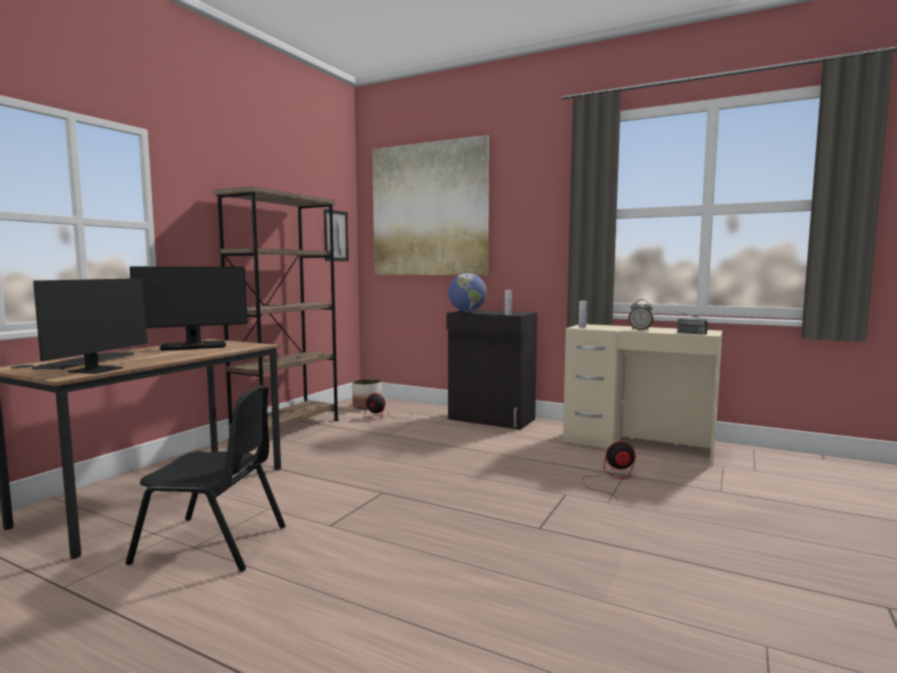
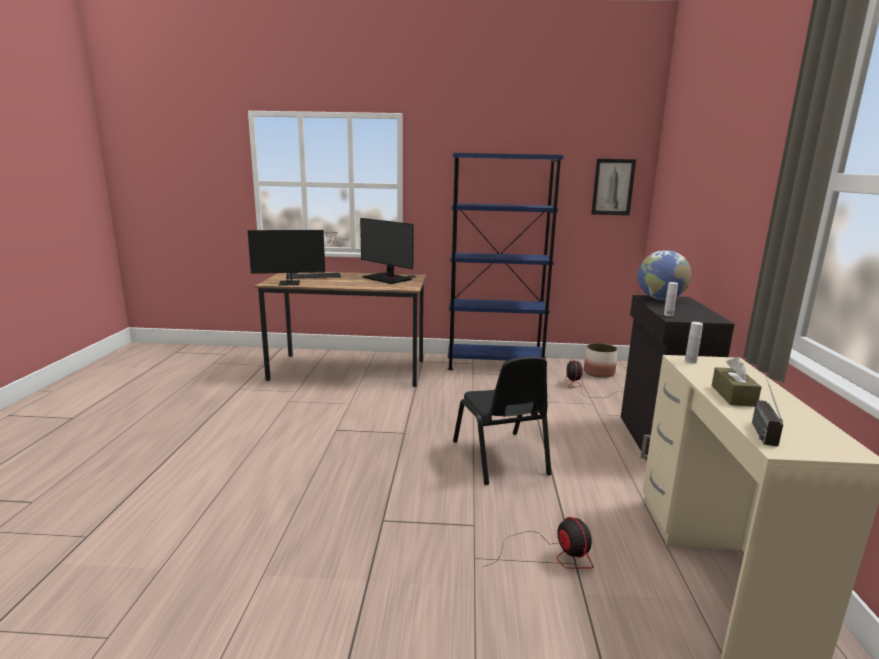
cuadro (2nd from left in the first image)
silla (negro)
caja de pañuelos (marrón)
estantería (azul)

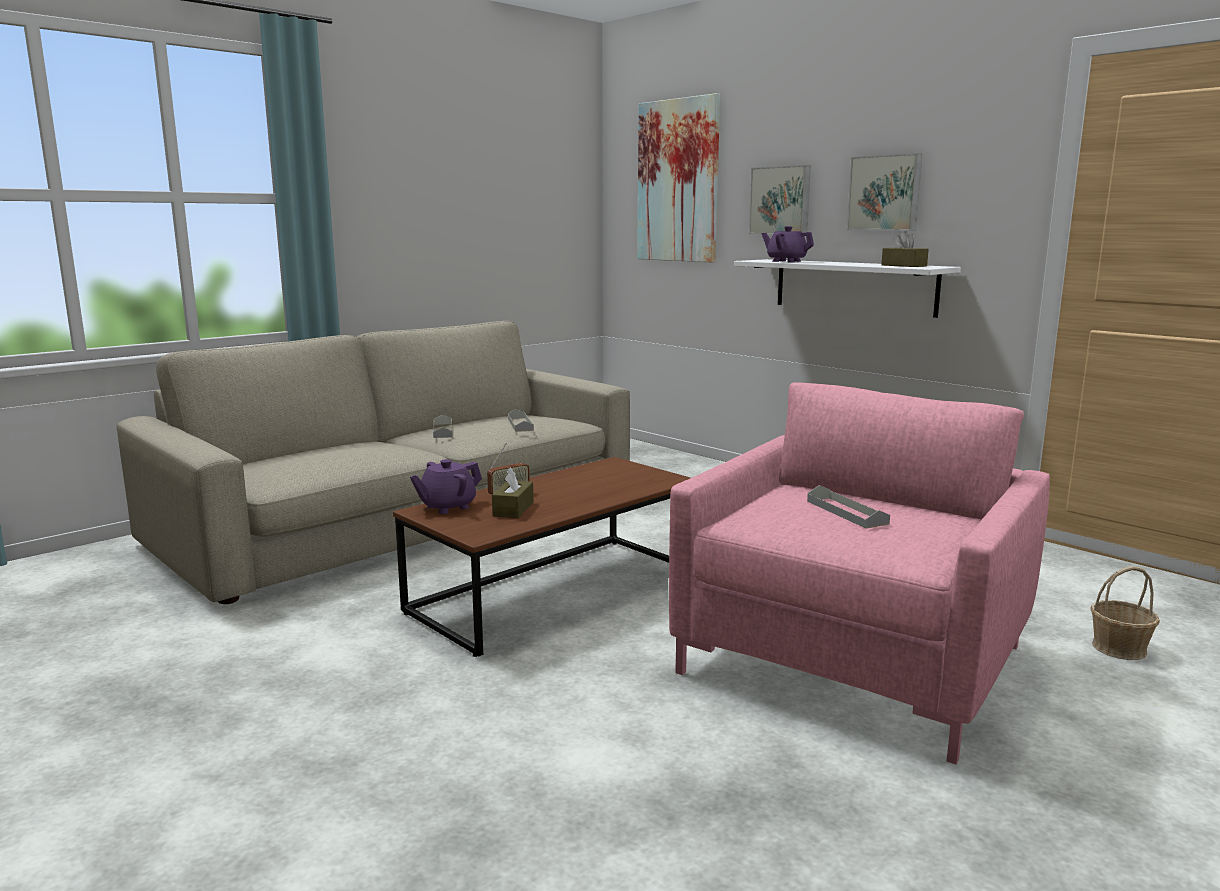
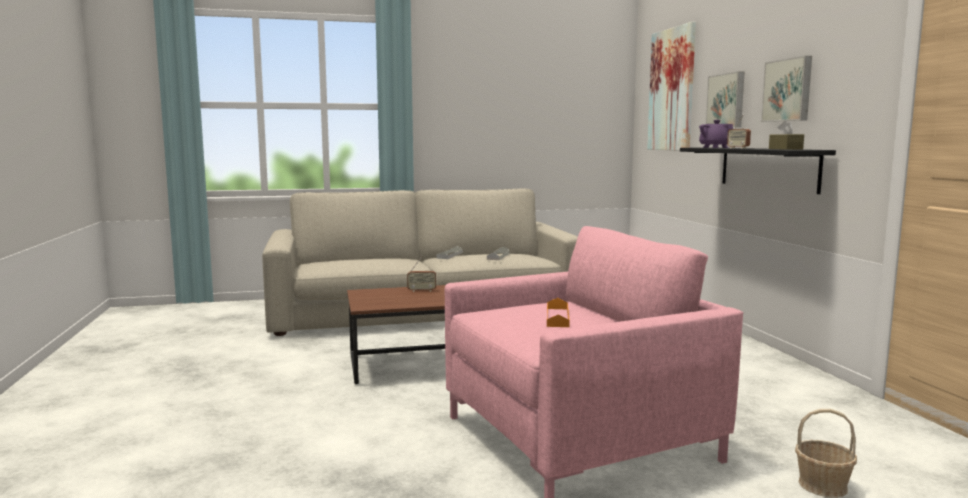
tetera (morado) (1st from left in the first image)
caja de pañuelos (marrón) (1st from left in the first image)
radio (2nd from left)
estante (negro)
bandeja (naranja)

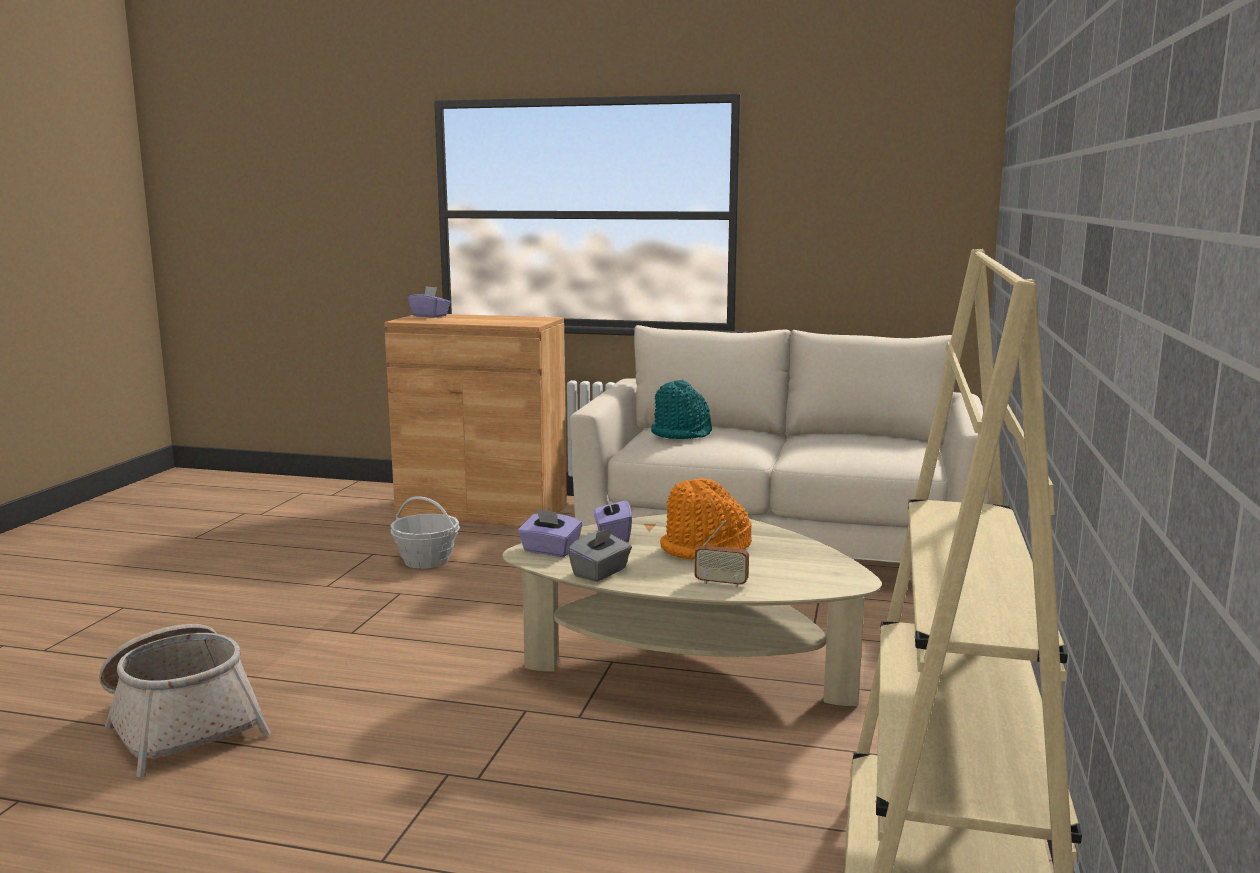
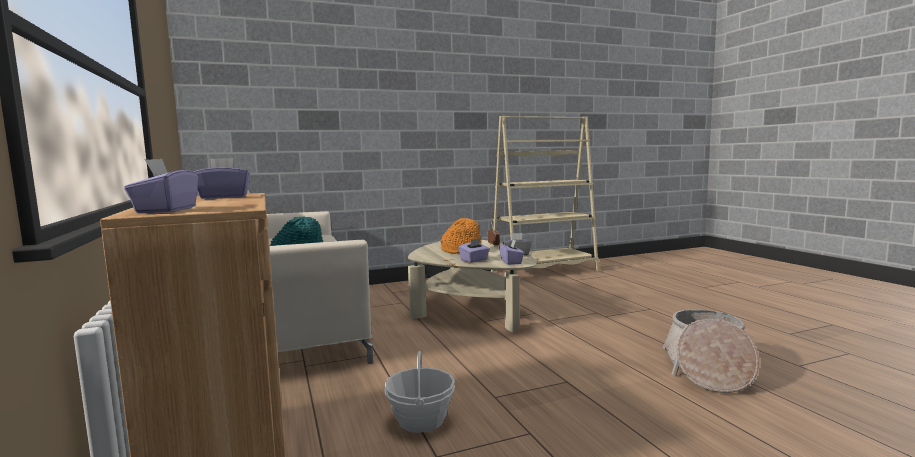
caja de pañuelos (morado) (2nd from left)

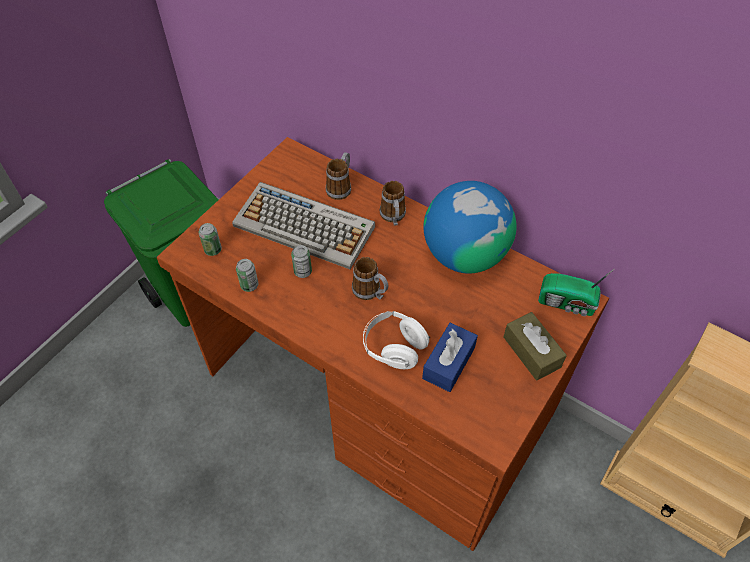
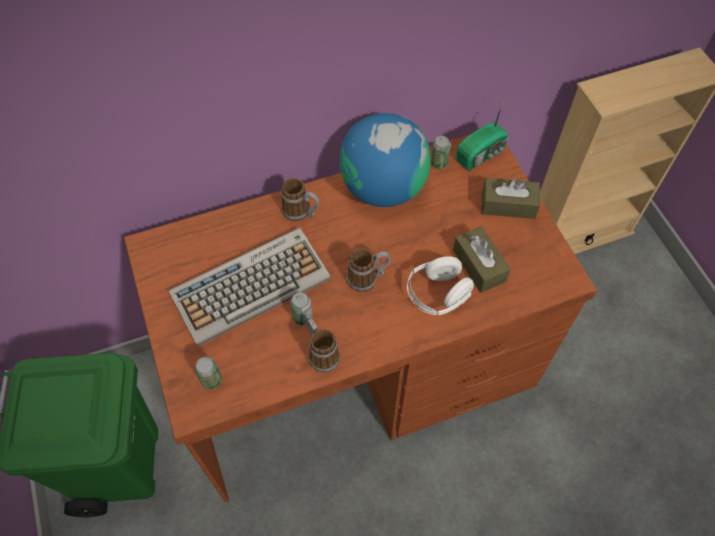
lata (3rd from left)
taza grande (2nd from left)
caja de pañuelos (marrón) (1st from left)

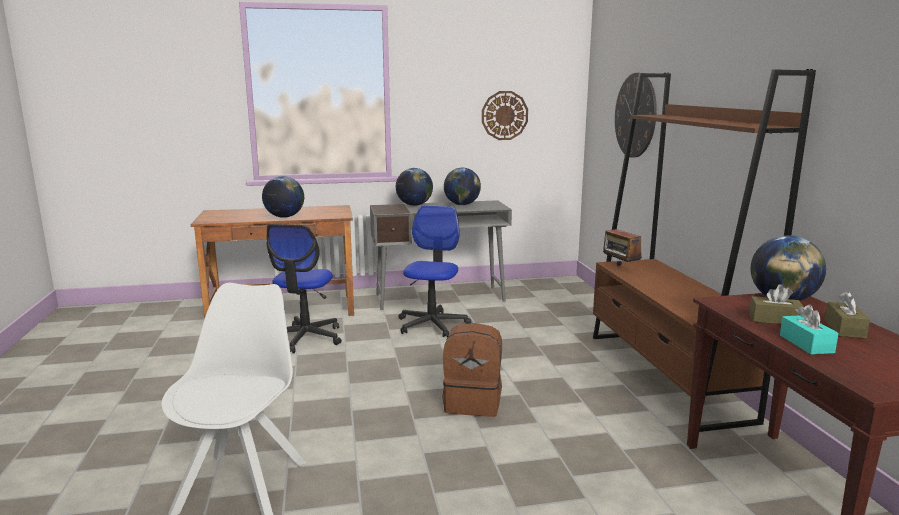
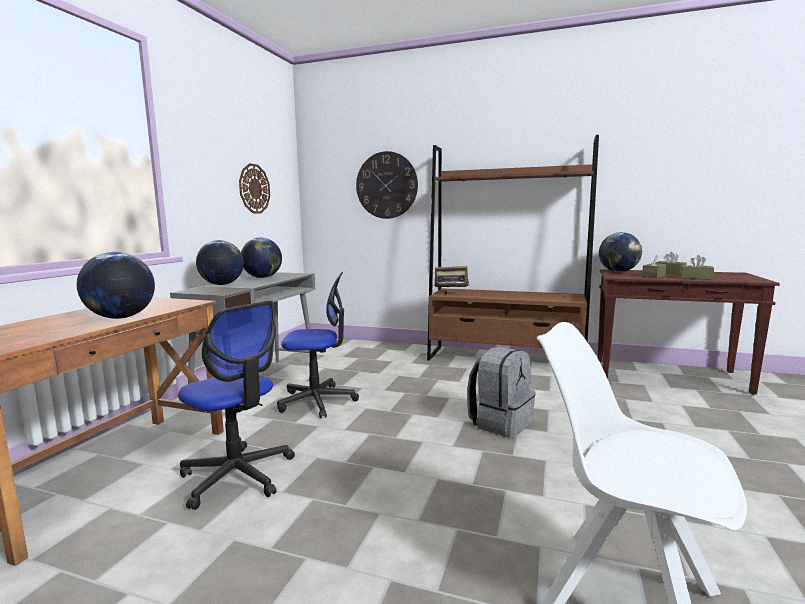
mochila (gris)
caja de pañuelos (marrón) (3rd from left)
silla de oficina (2nd from left)

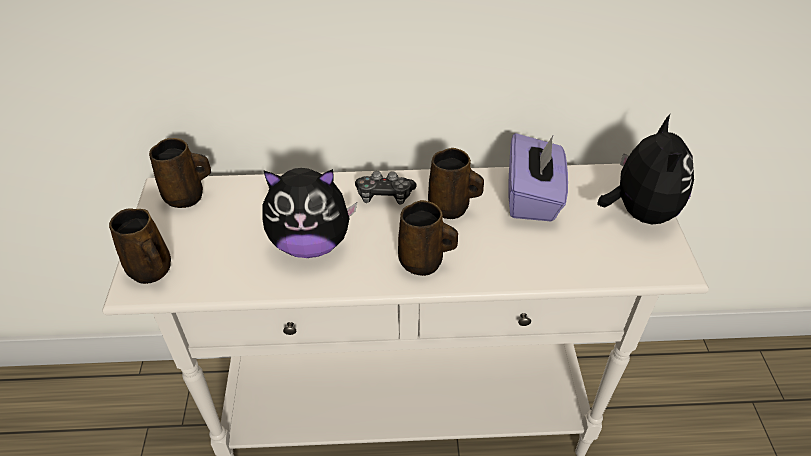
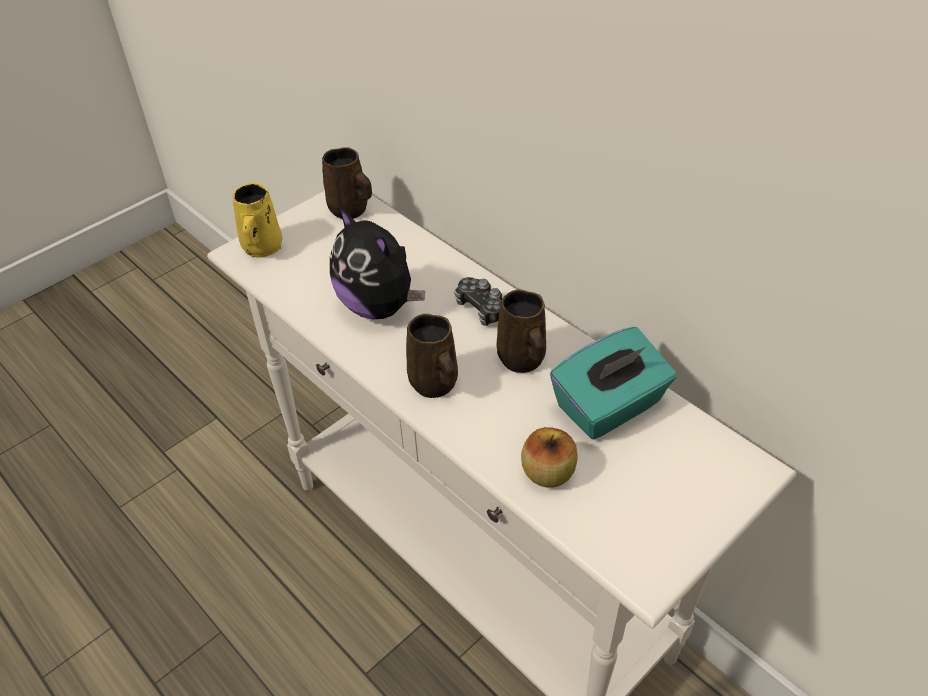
peluche (2nd from left in the first image)
manzana
taza grande (amarillo)
caja de pañuelos (turquesa)

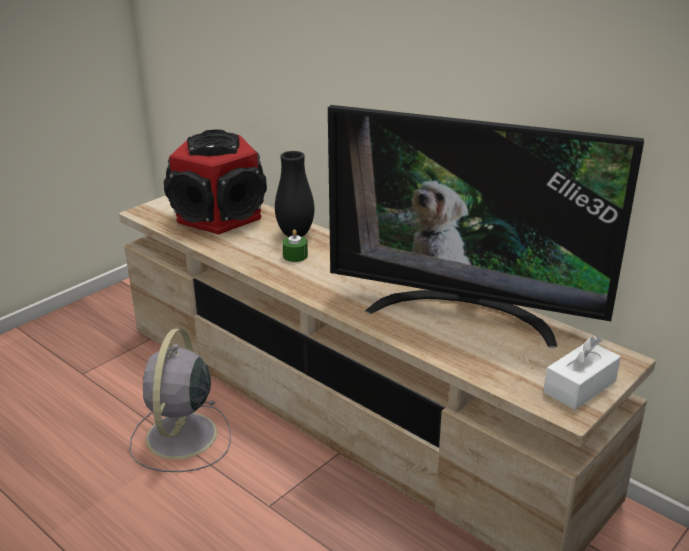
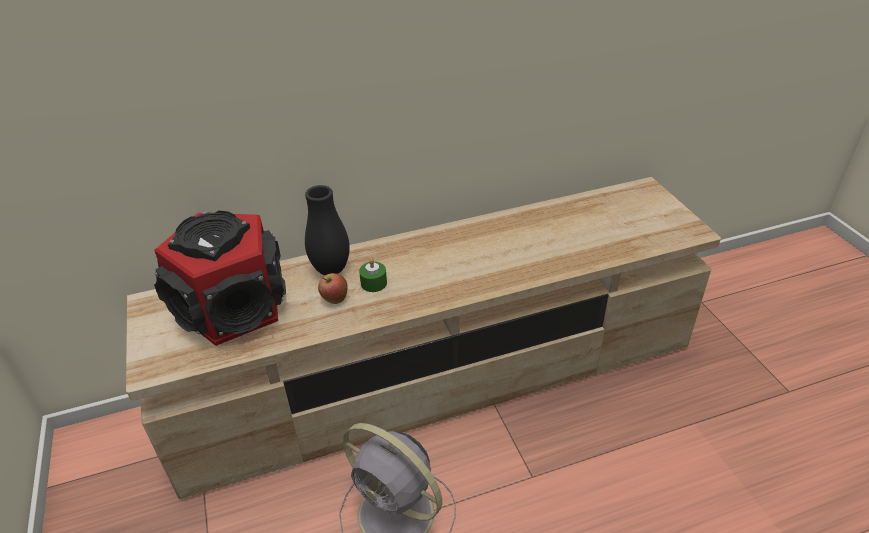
televisor
caja de pañuelos (blanco)
manzana

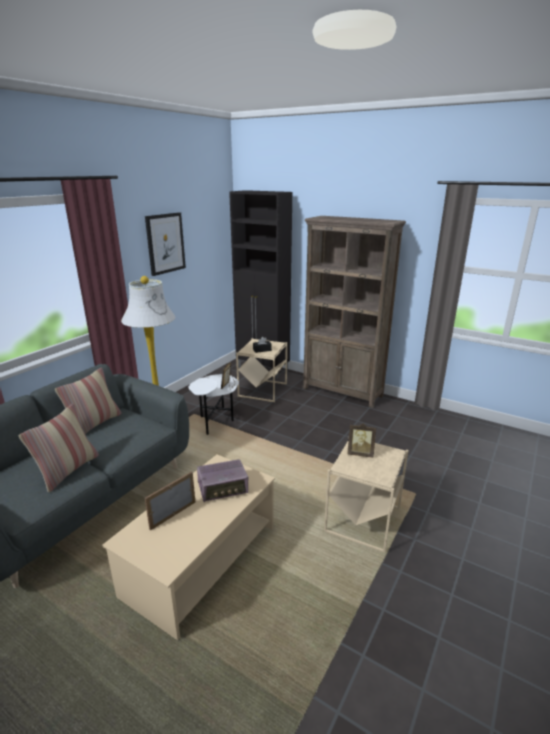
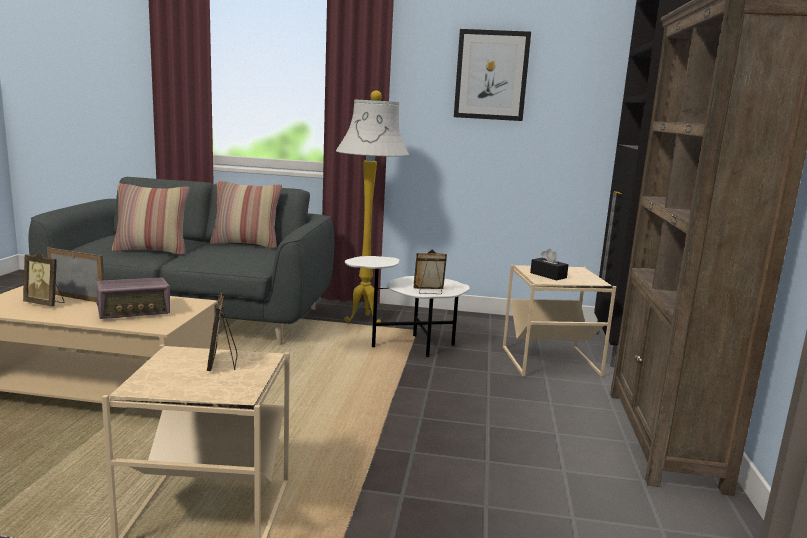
portarretratos (1st from left)
radio

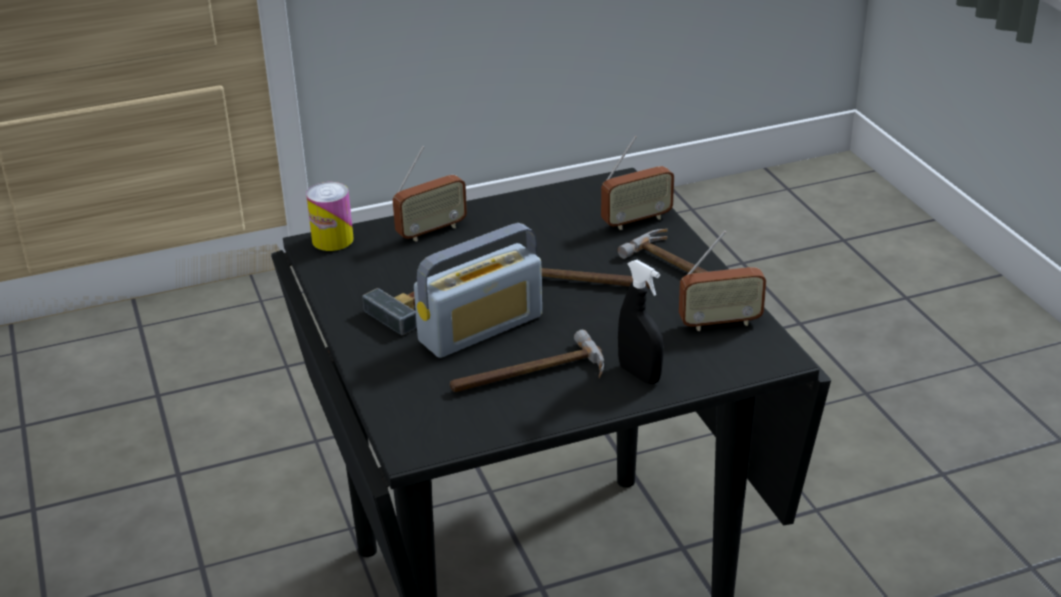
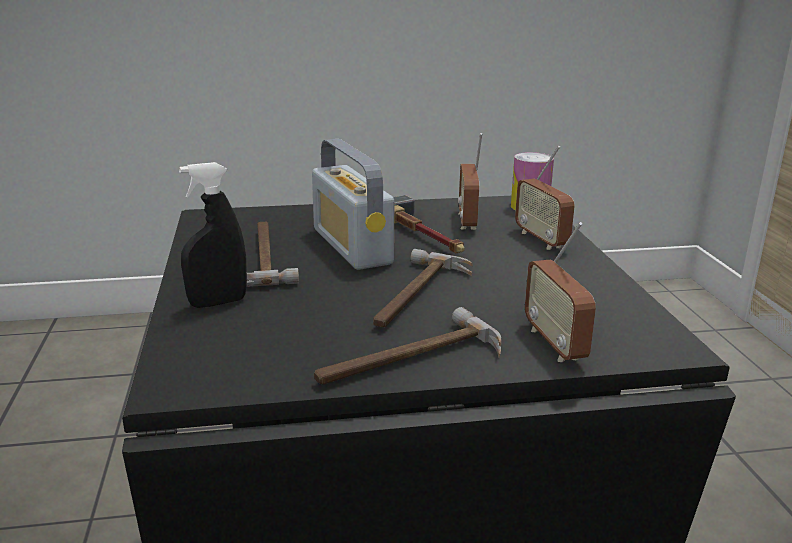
radio (2nd from left)

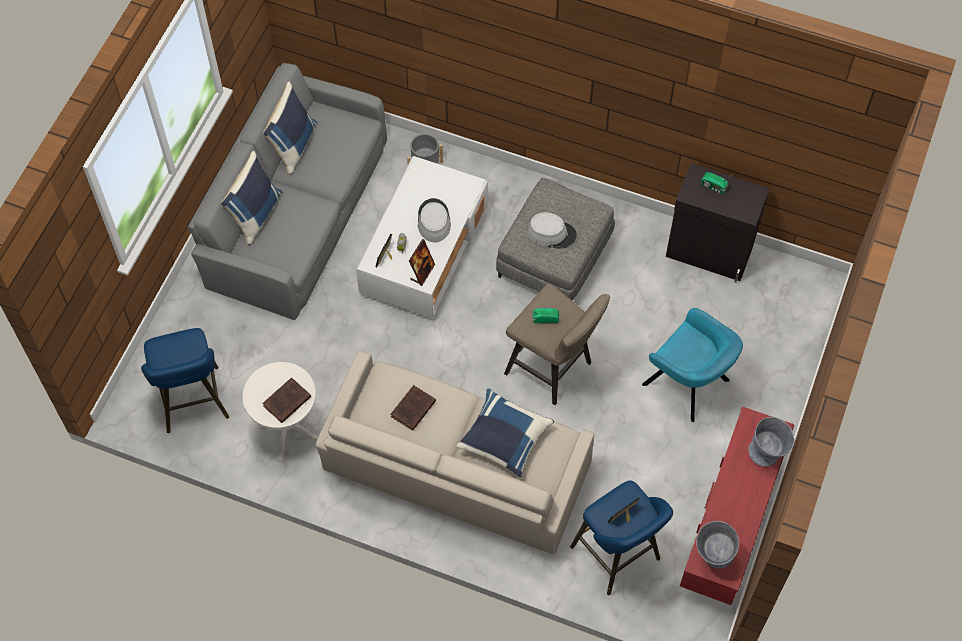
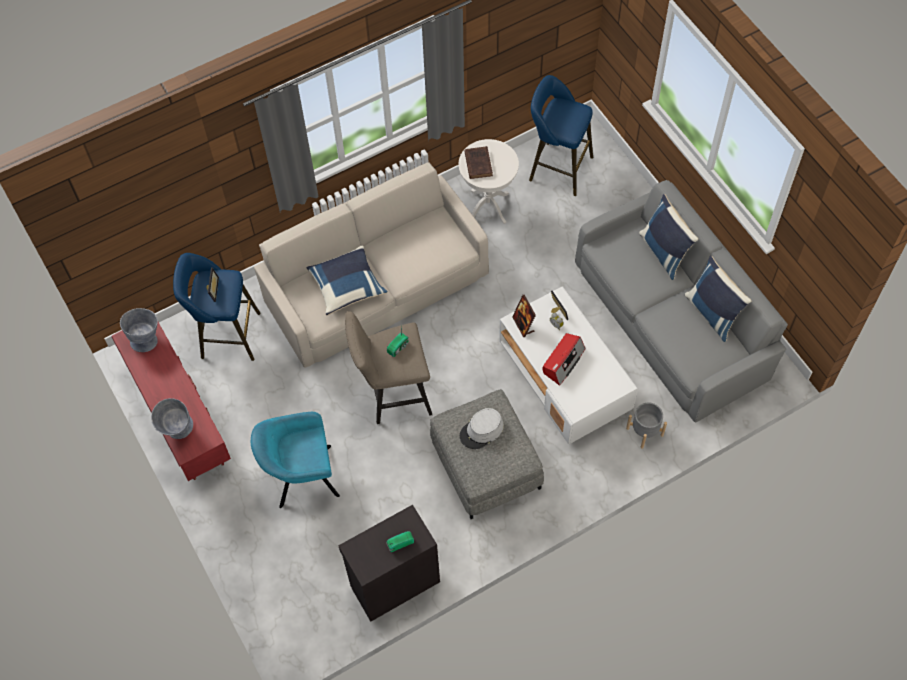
libro (marrón) (2nd from left in the first image)
radio (3rd from left)

